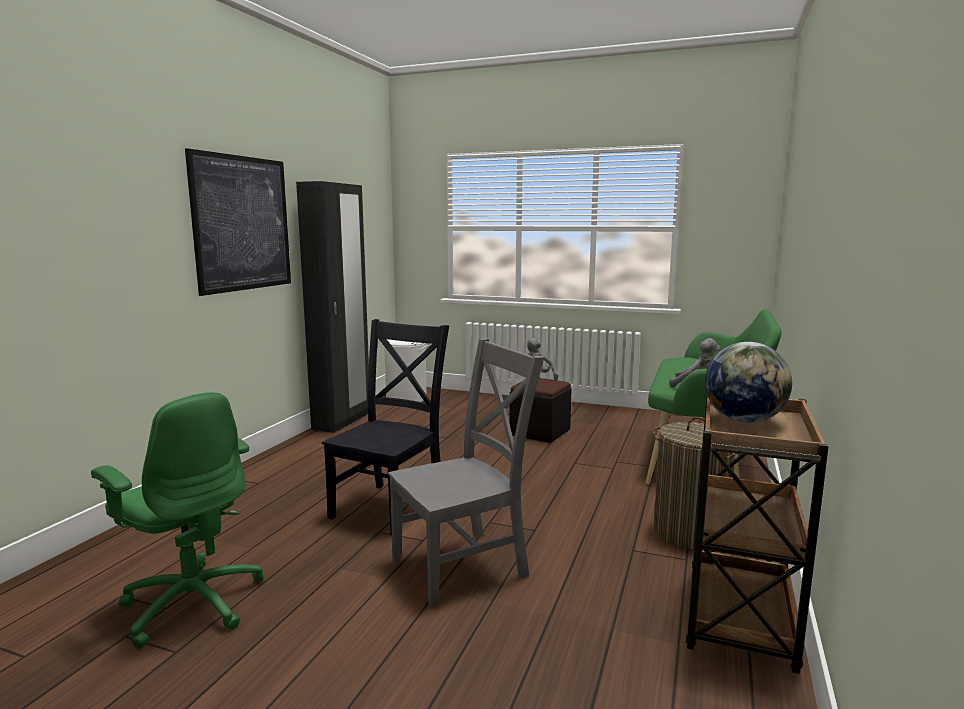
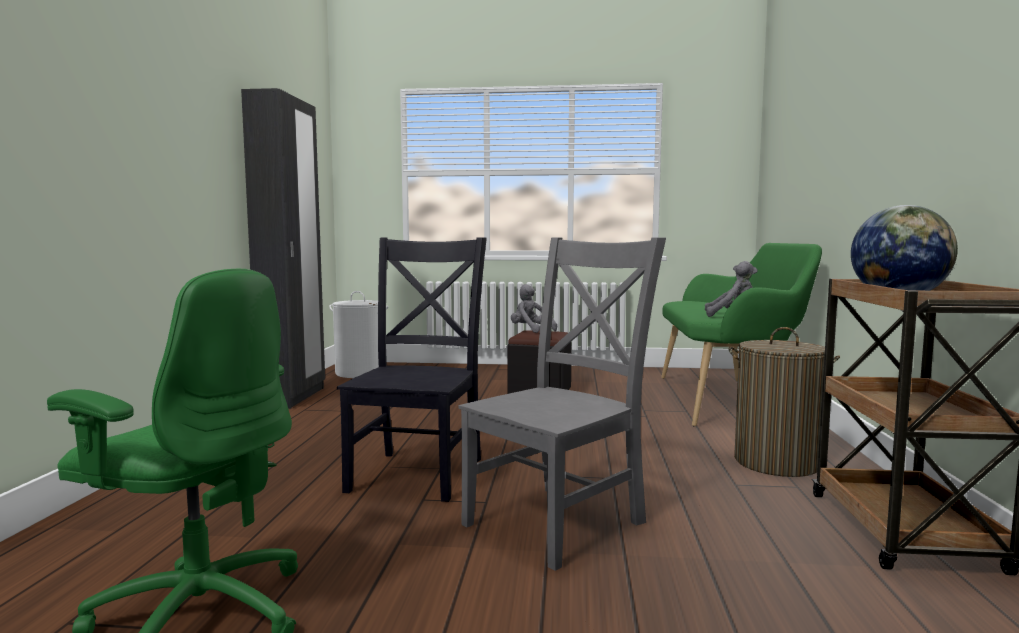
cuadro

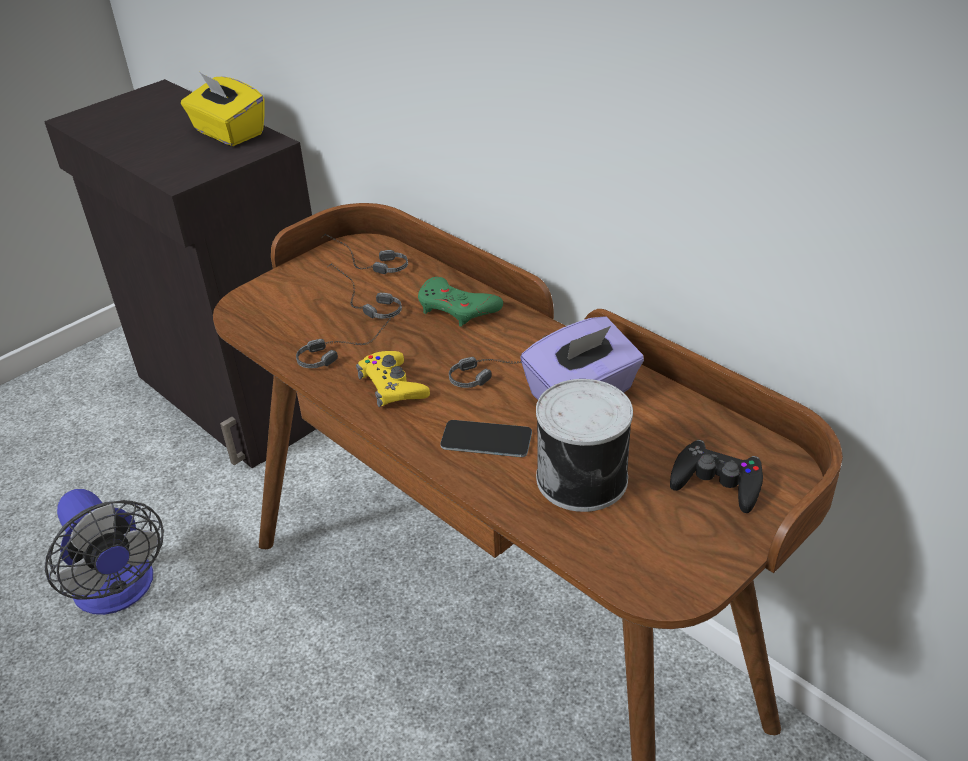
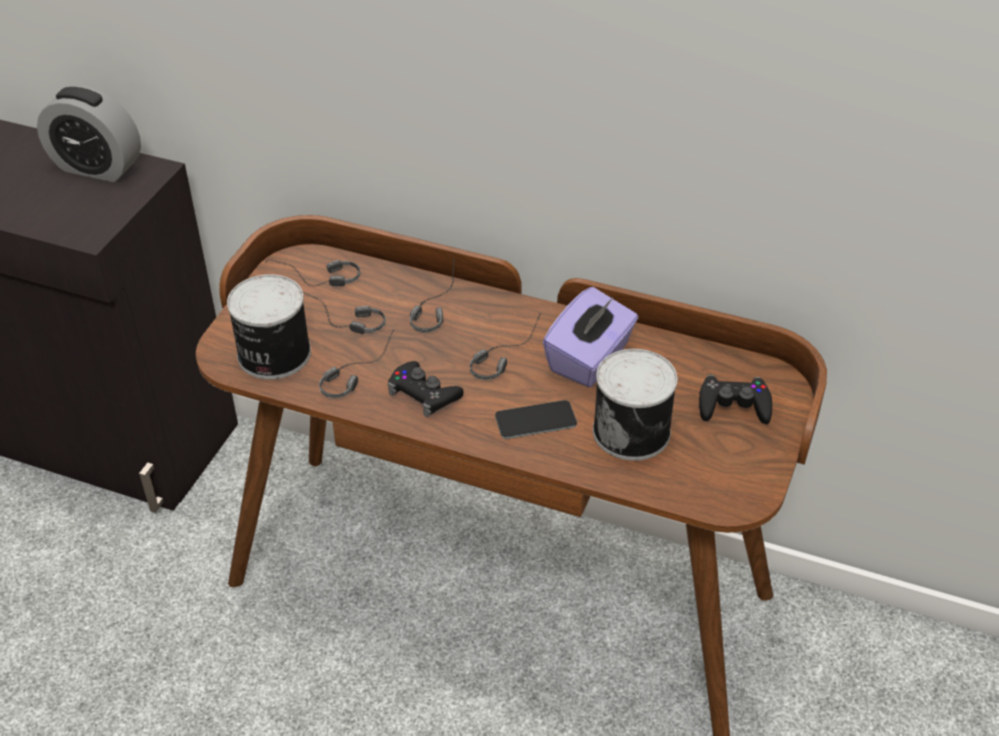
ventilador
lata (1st from left)
despertador
auriculares (4th from left)
mando de consola (negro) (1st from left)

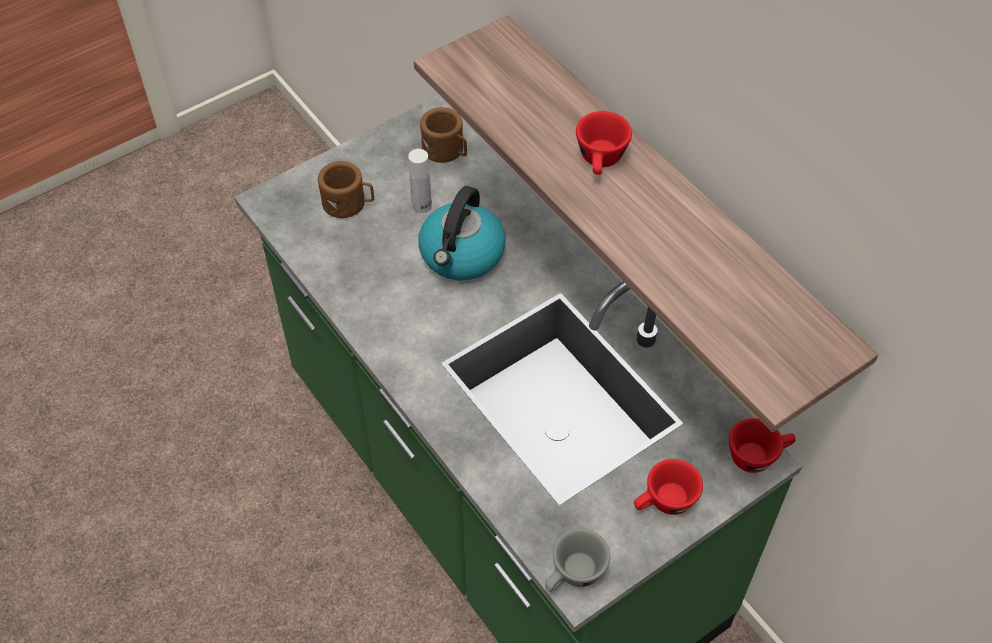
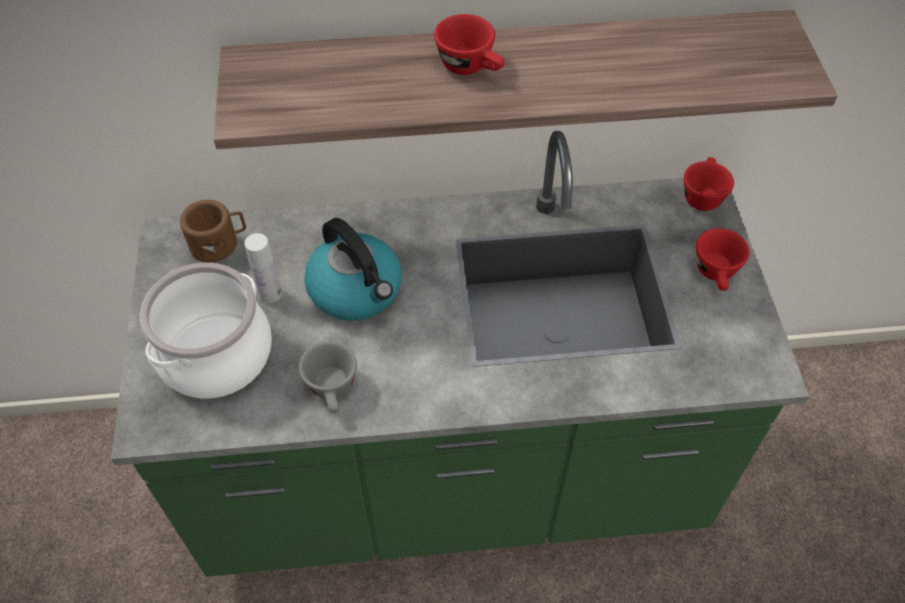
taza (gris)
olla

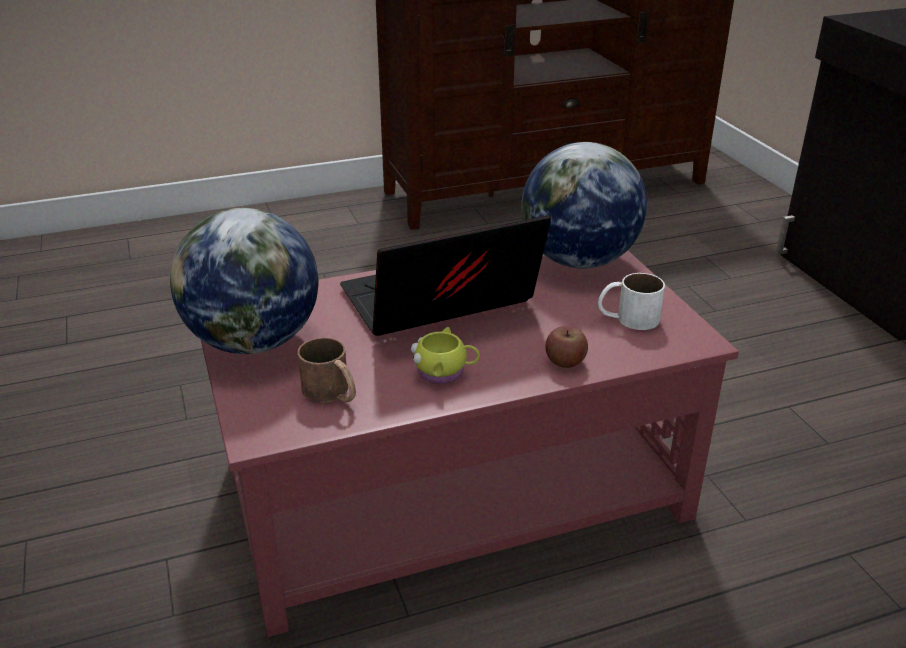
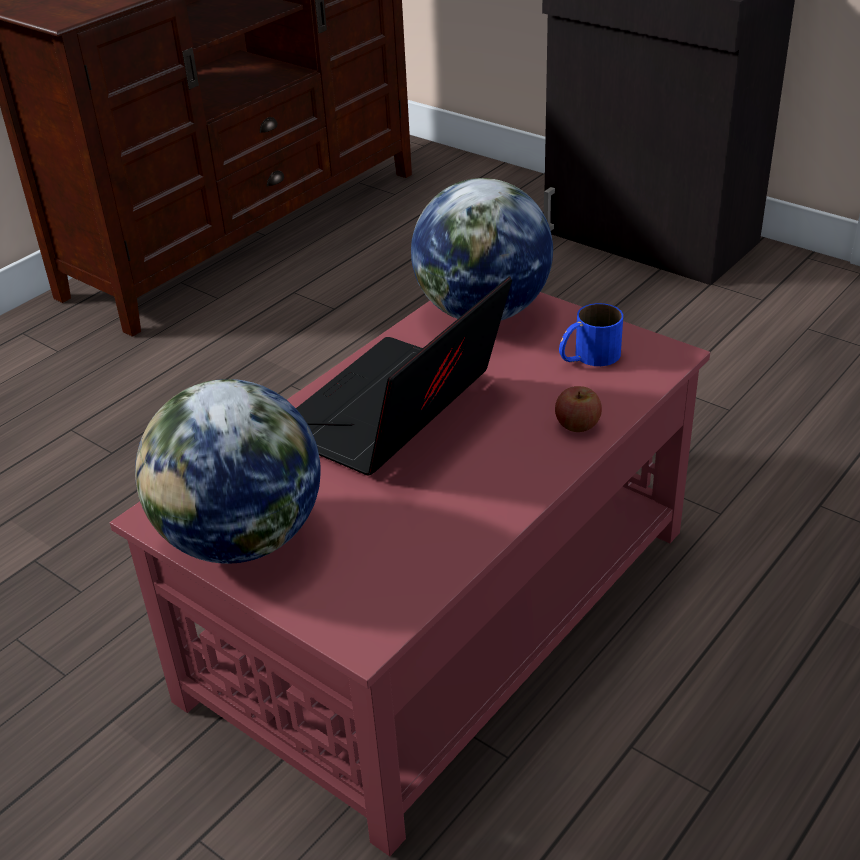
taza grande (marrón)
taza grande (amarillo)
taza grande (azul)

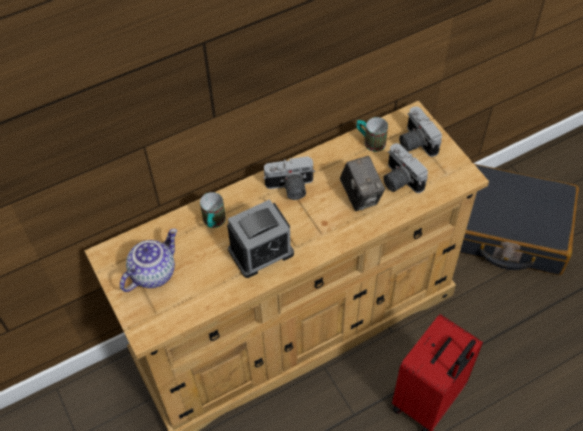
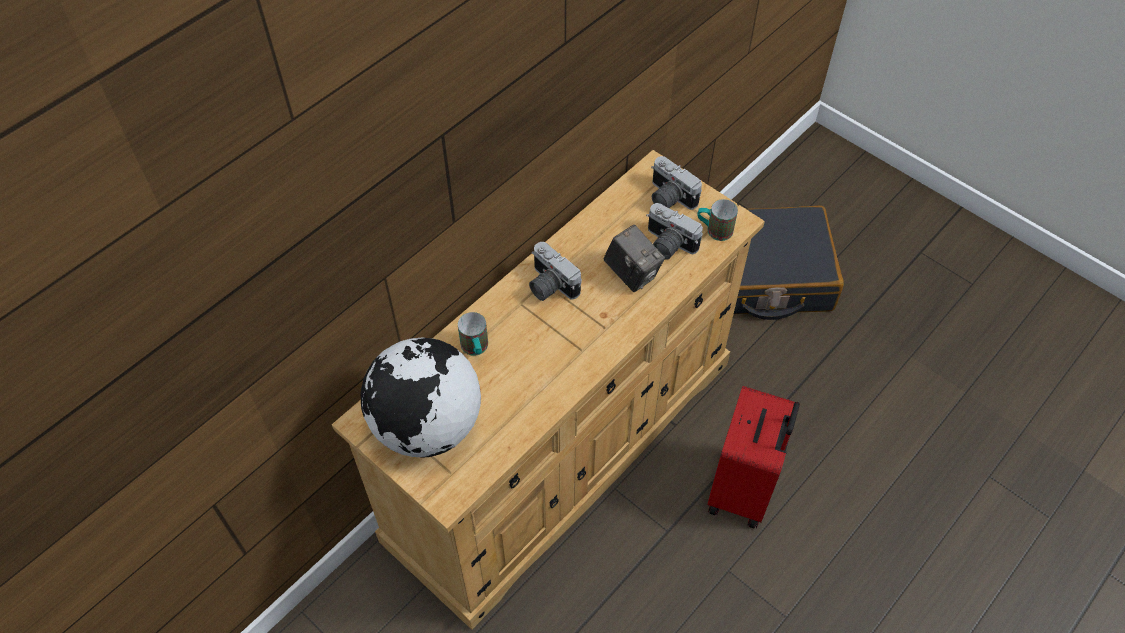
despertador
taza grande (2nd from left)
globo terráqueo
cámara (1st from left)

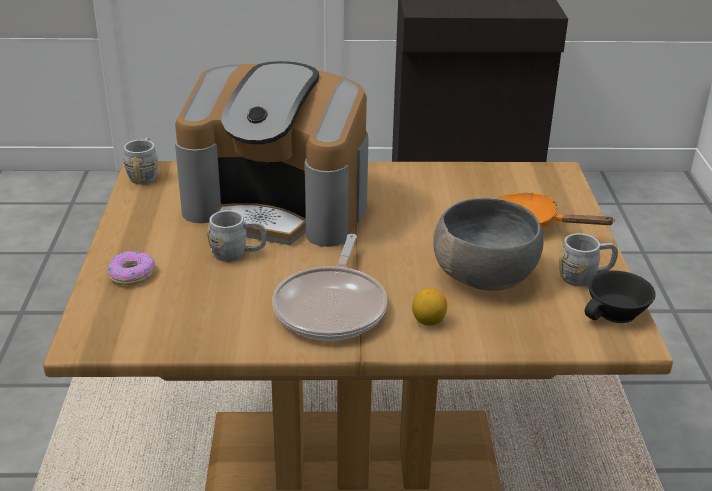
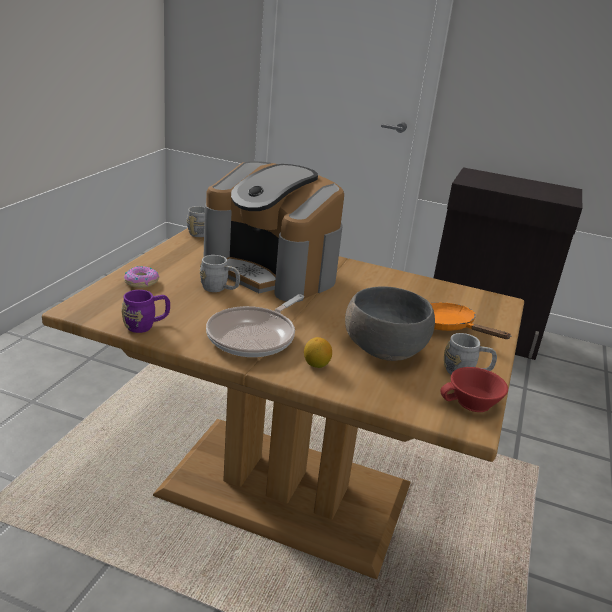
taza grande (morado)
taza (rojo)

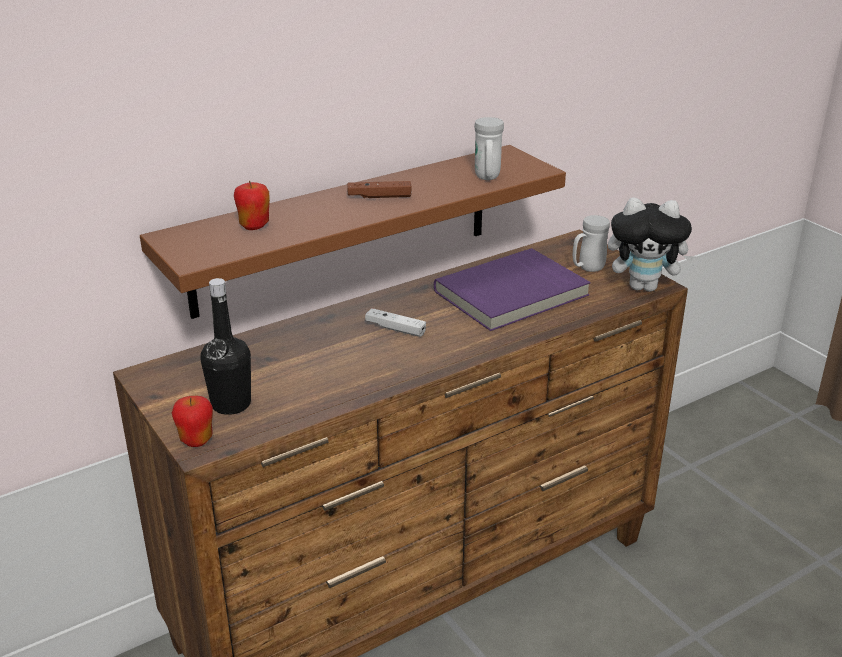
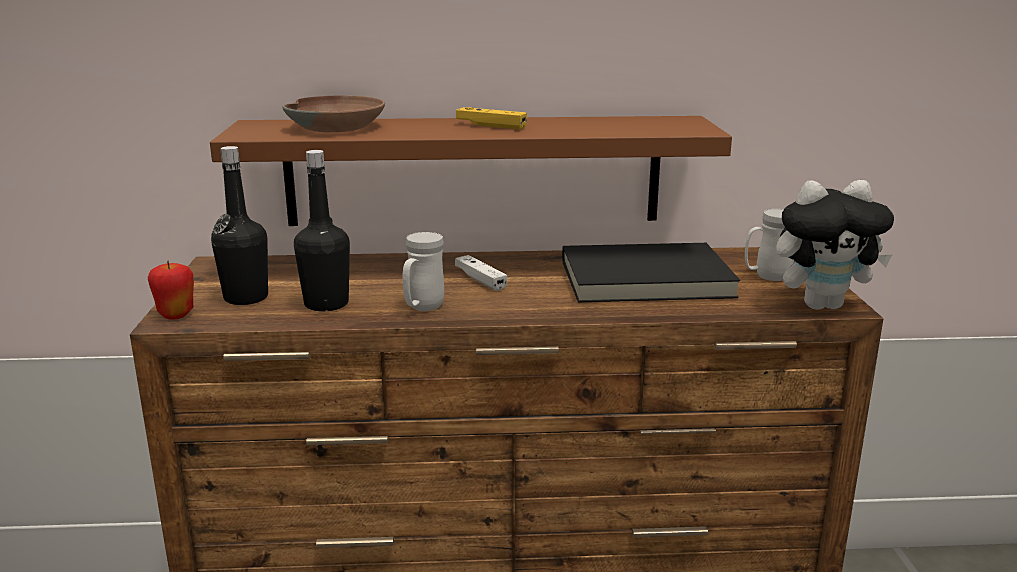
botella (negro) (2nd from left)
taza grande (blanco) (1st from left)
cuenco (marrón)
mando de consola (amarillo)
libro (negro)
peluche

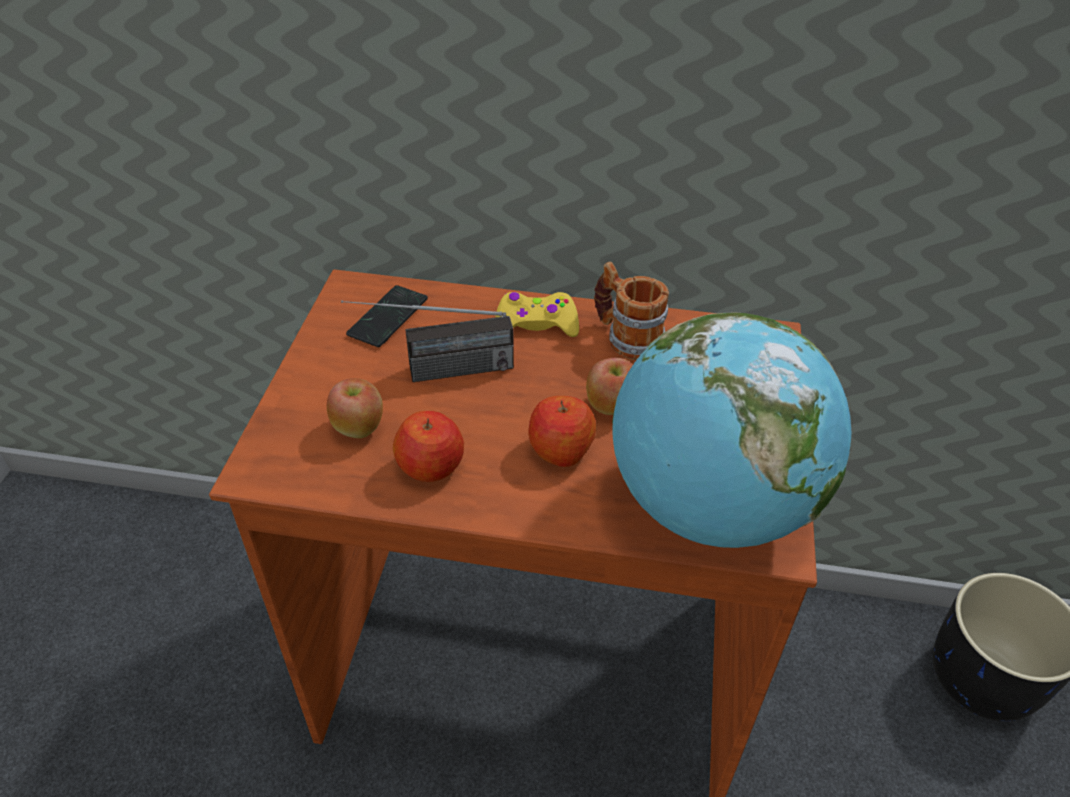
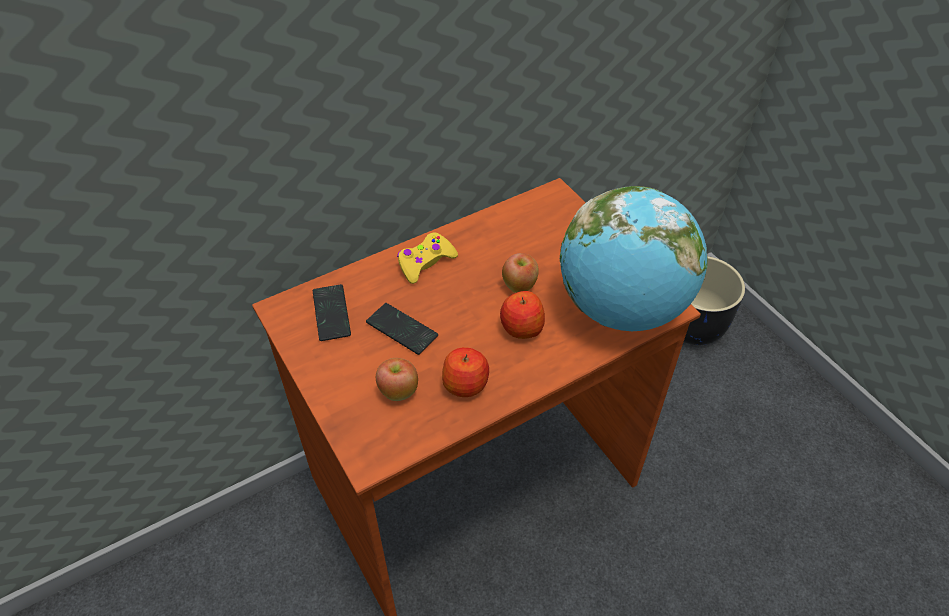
taza grande
móvil (2nd from left)

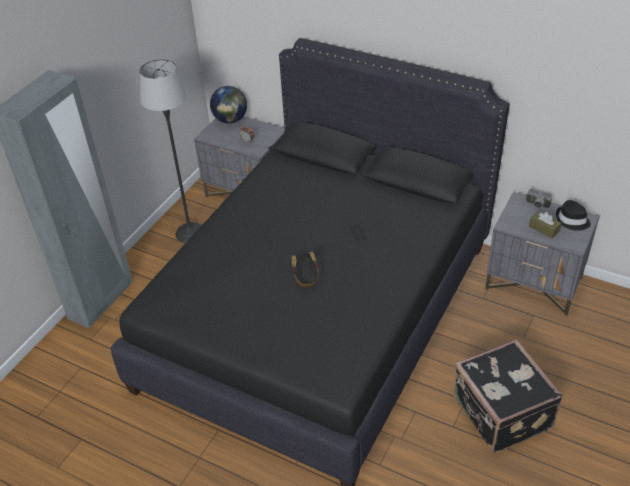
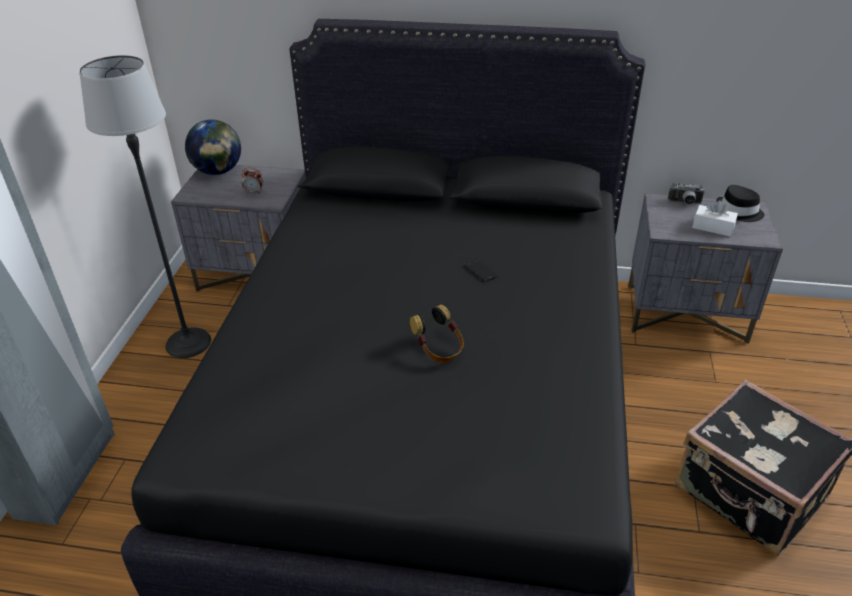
caja de pañuelos (blanco)

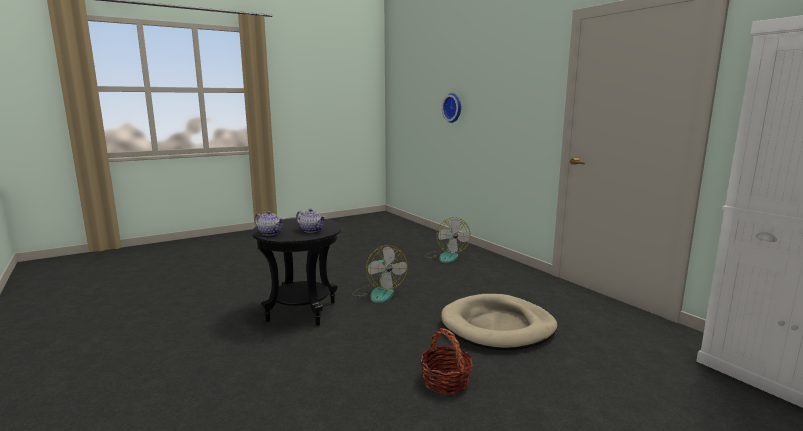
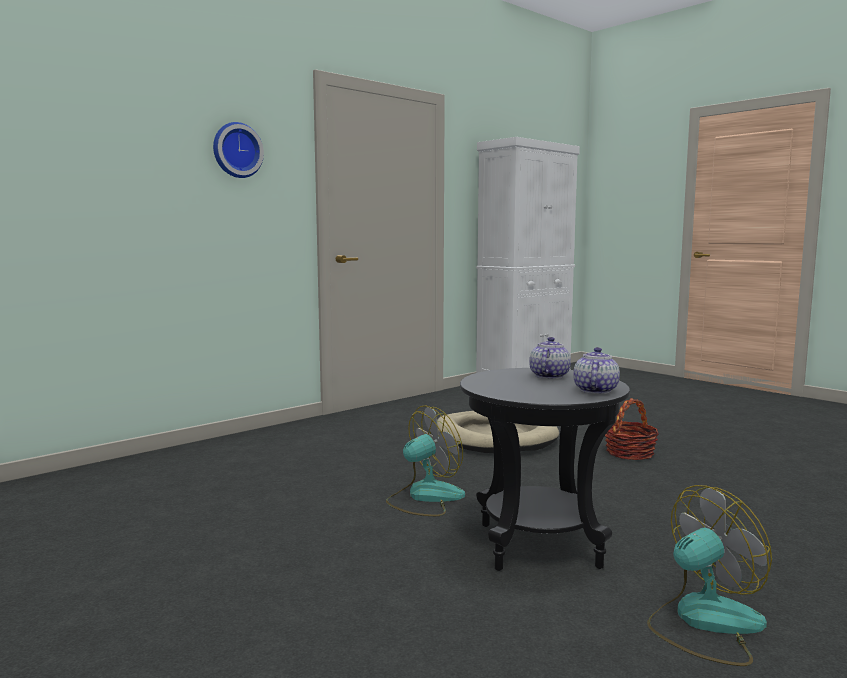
ventilador (2nd from left)
reloj de pared

